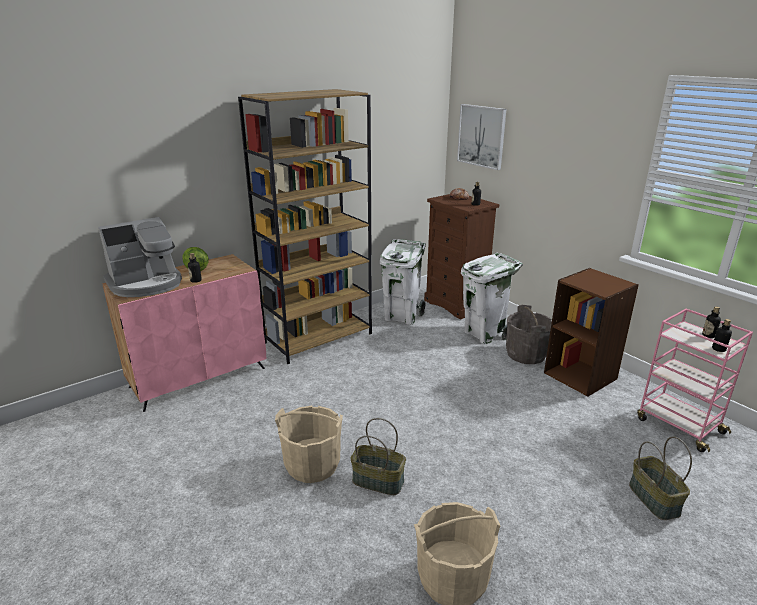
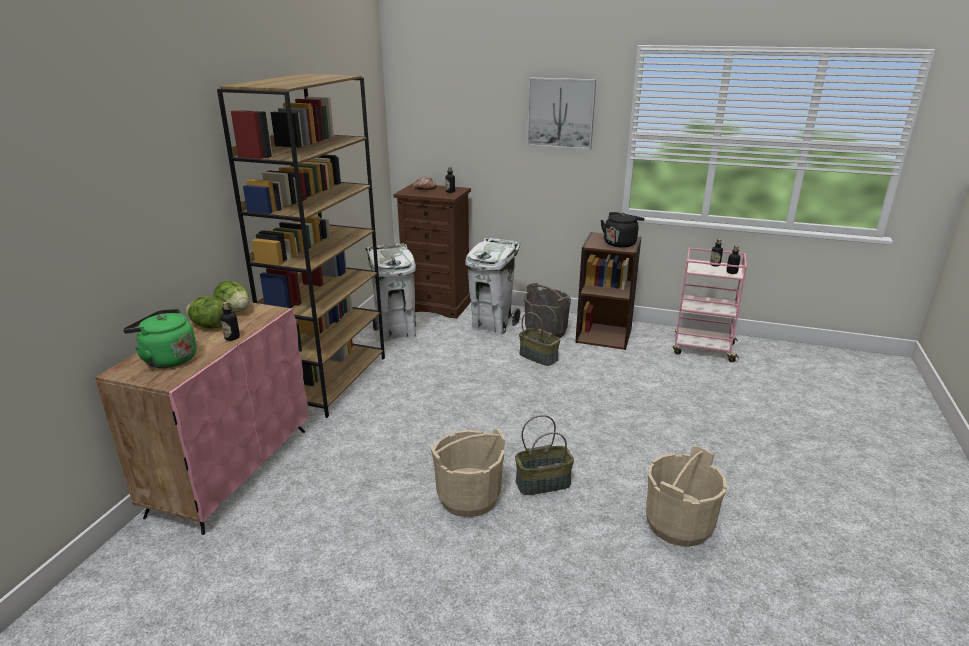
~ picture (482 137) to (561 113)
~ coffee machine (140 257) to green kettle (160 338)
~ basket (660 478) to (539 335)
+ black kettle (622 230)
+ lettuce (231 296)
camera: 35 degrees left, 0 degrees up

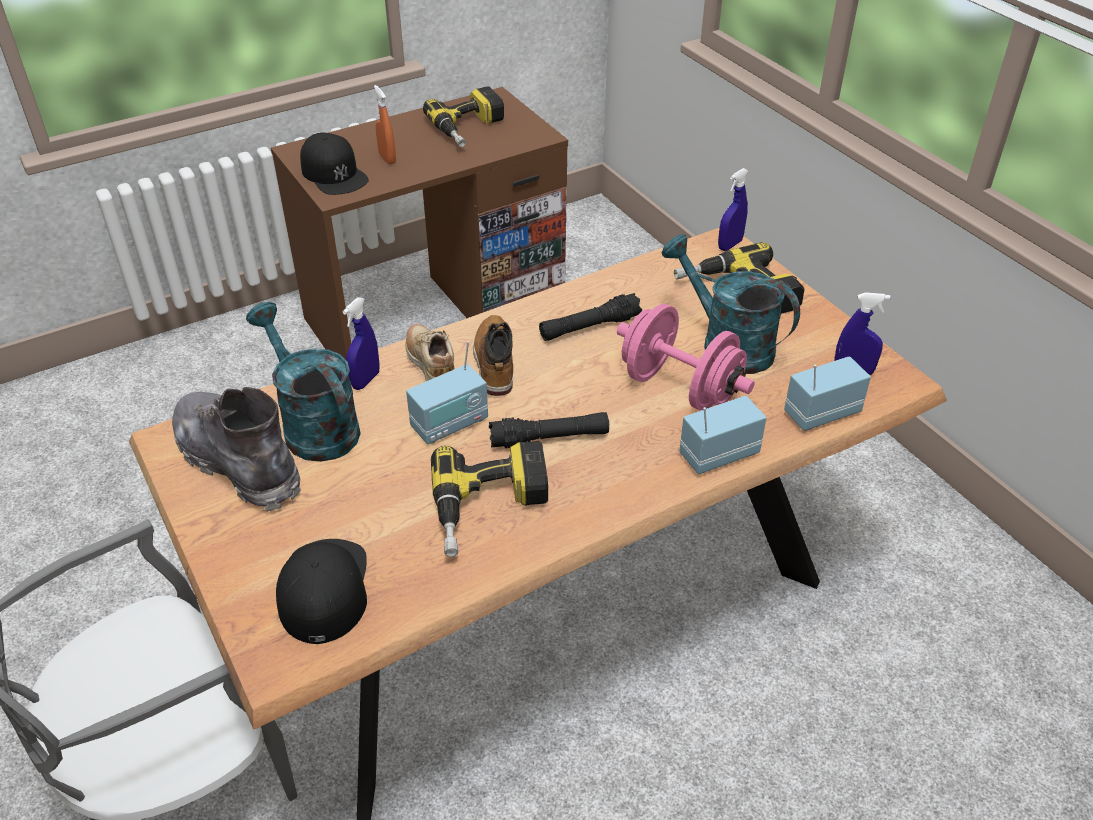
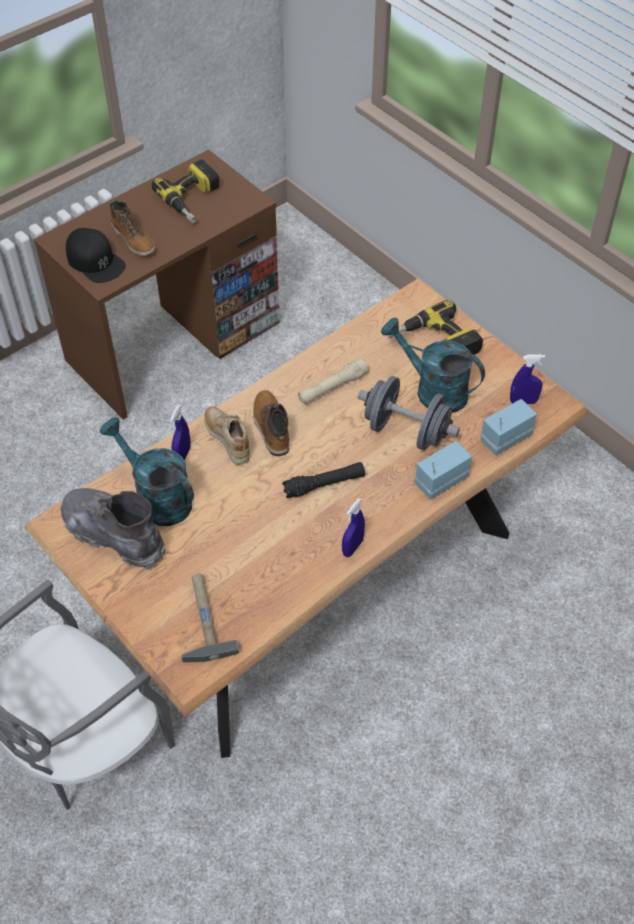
~ orange spray bottle (385 124) to boot (132 228)
~ blue spray bottle (733 209) to (353 527)
~ black flashlight (590 317) to beige flashlight (333 381)
~ pink dumbbell (686 357) to grey dumbbell (409 413)
- radio (447 393)
- power drill (489 499)
~ black cap (321 591) to hammer (210 618)
camera: 10 degrees left, 10 degrees up

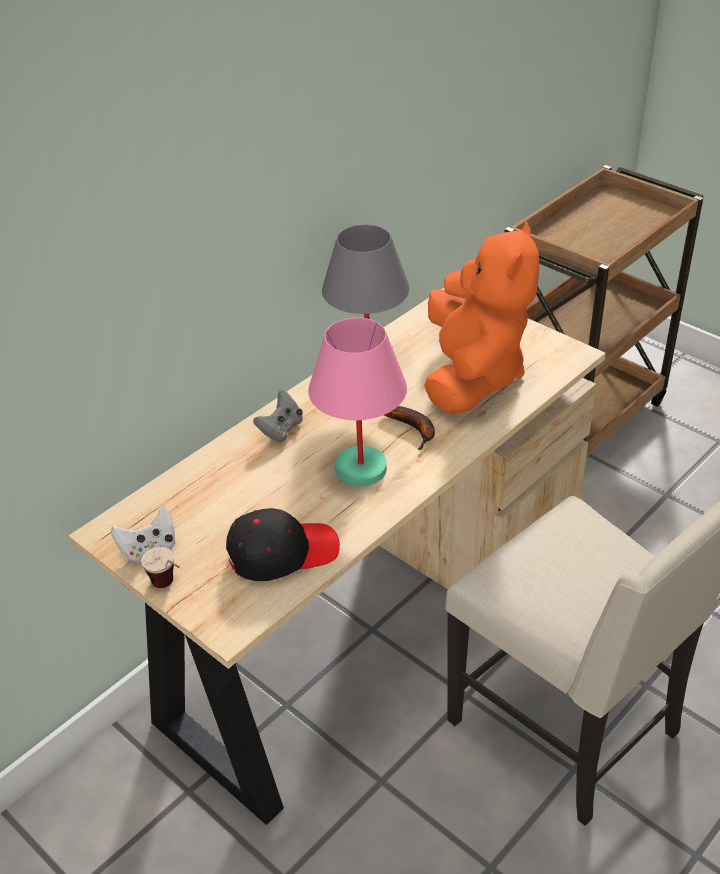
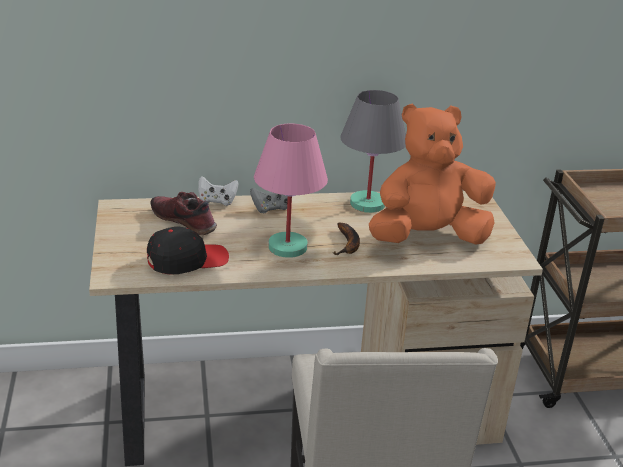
~ orange plush toy (481 318) = (432 174) 150 degrees counterclockwise
~ white game controller (143 534) to (218 191)
~ black cap (283 544) = (188 250) 45 degrees counterclockwise
- cup (160 567)
+ shoe (183 213)
camera: 35 degrees right, 10 degrees down

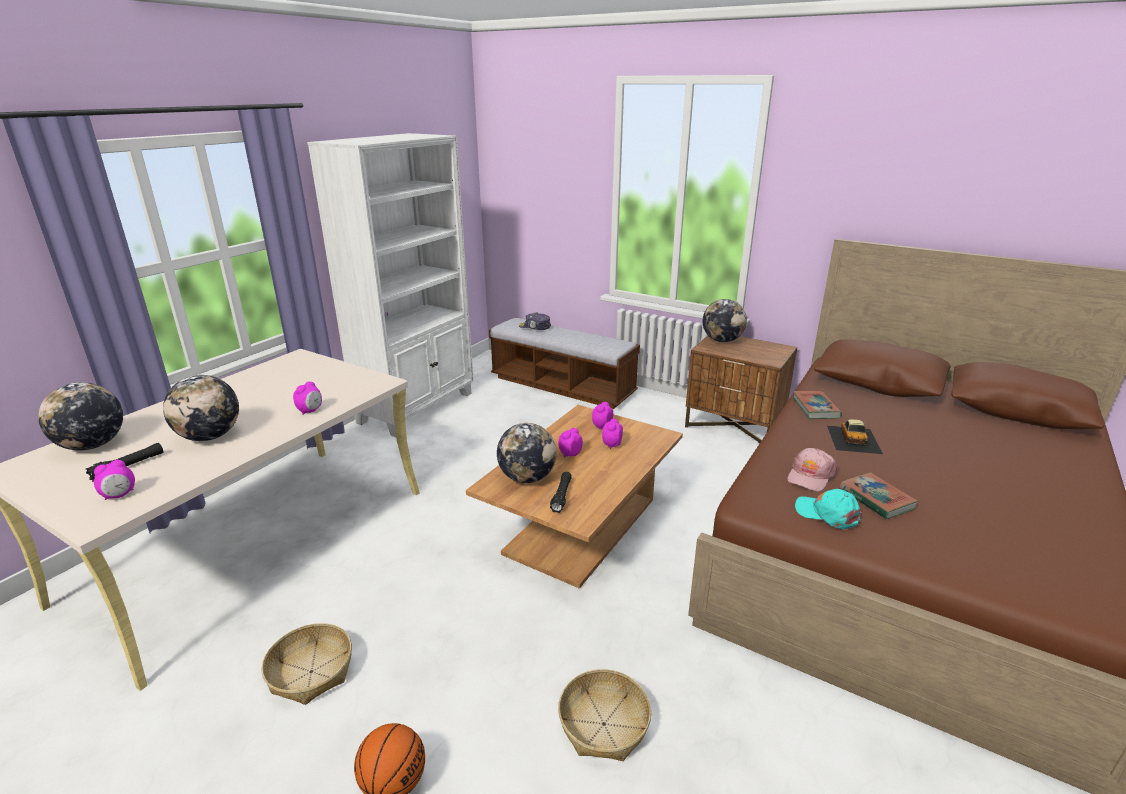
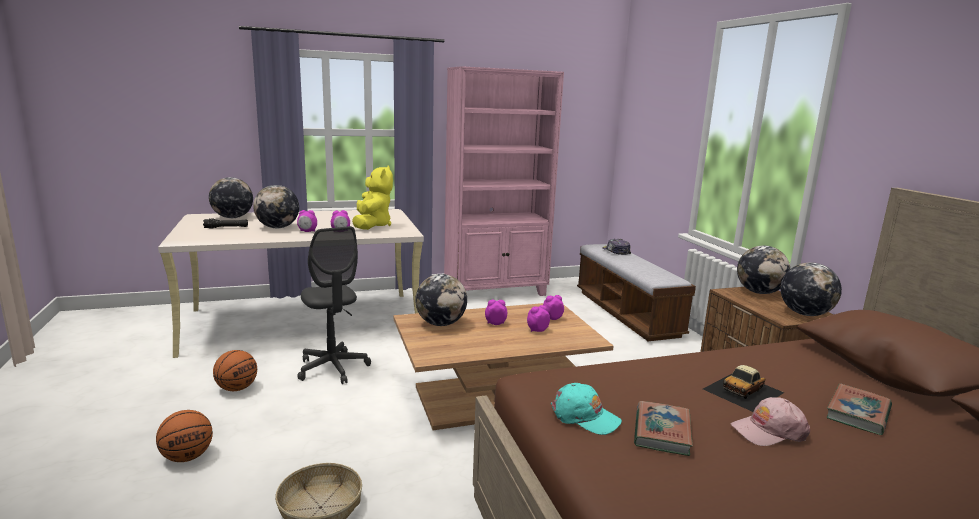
~ white bookcase (390 285) to pink bookcase (504 181)
~ book (817 405) to (859 409)
~ pink cap (812 469) to (770 421)
~ alarm clock (114 480) to (307 221)
- black flashlight (561 492)
~ turquoise cap (828 509) = (586 409) 135 degrees clockwise
~ basket (306 664) to basketball (235 370)
+ yellow plush toy (372 197)
+ grey office chair (334 305)
+ globe (811 289)
camera: 40 degrees right, 10 degrees down

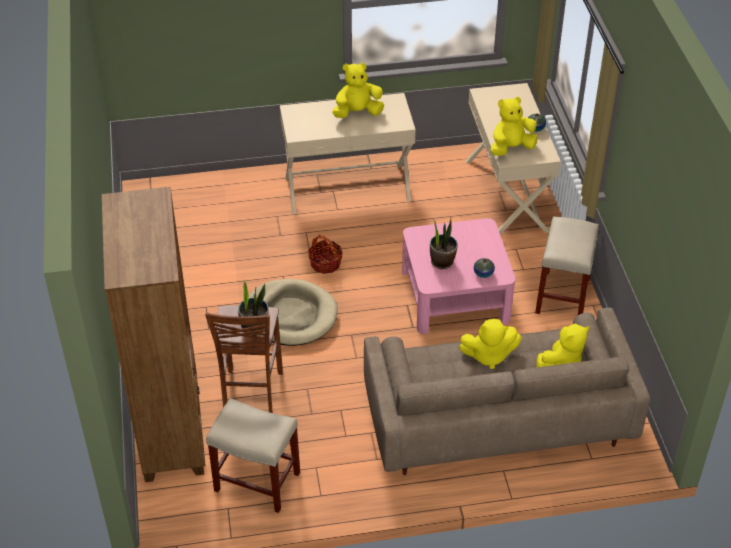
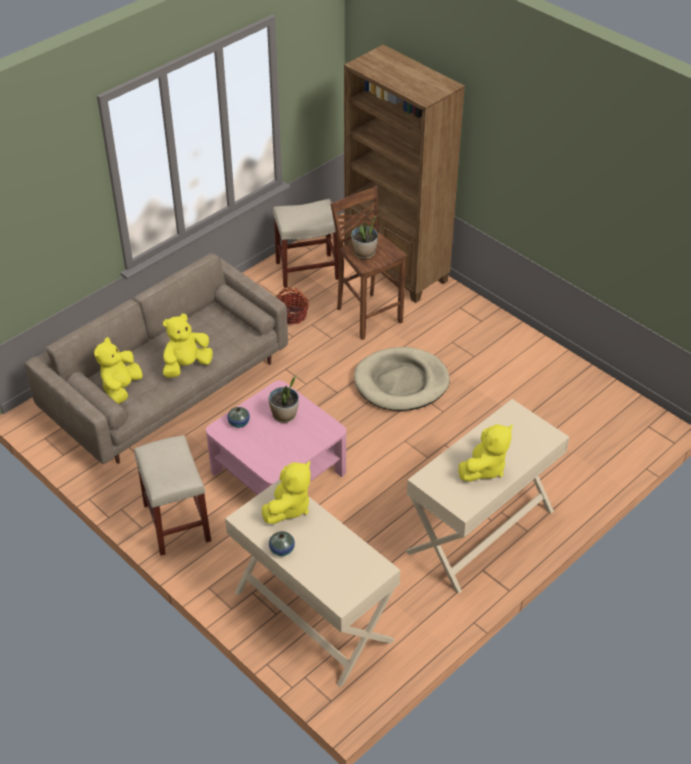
~ basket (325 254) to (292 306)
camera: 145 degrees right, 0 degrees up

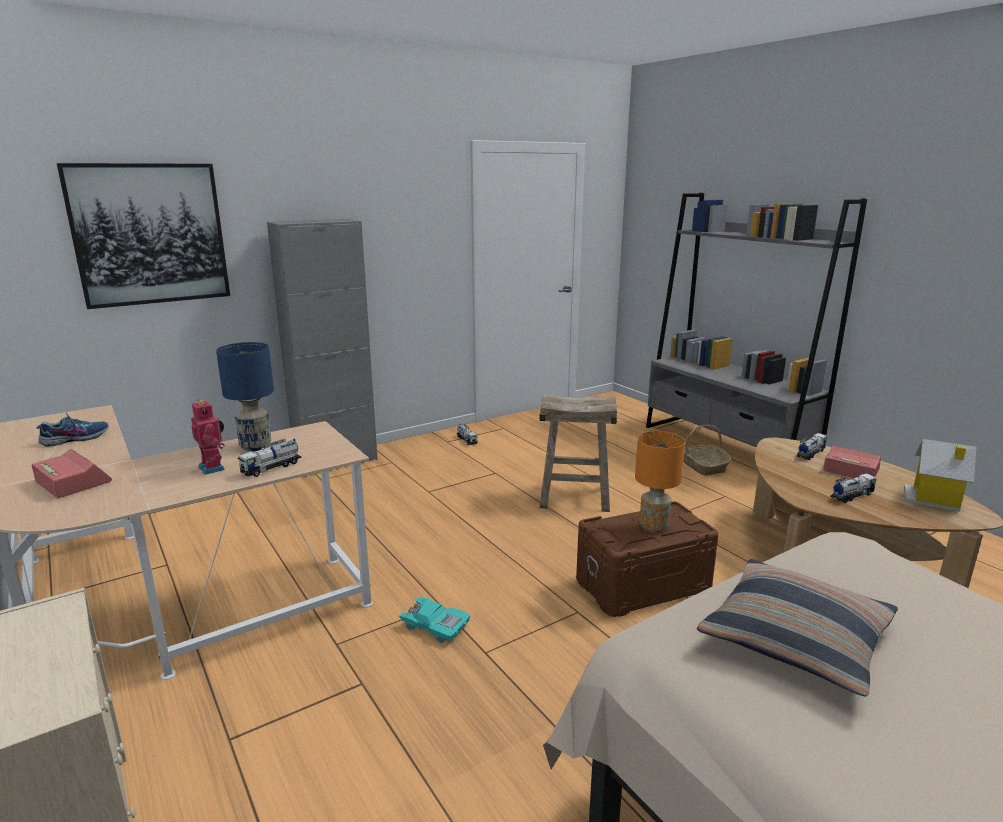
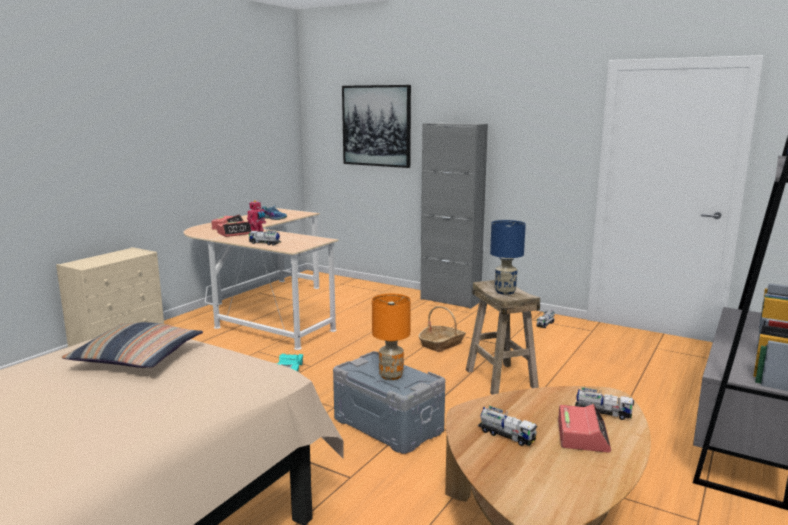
~ blue table lamp (245 396) to (508 257)
~ basket (707 450) to (442 329)
- toy house (940 475)
~ brown storage box (647 559) to grey storage box (389 402)
+ alarm clock (234 229)
camera: 65 degrees right, 5 degrees down

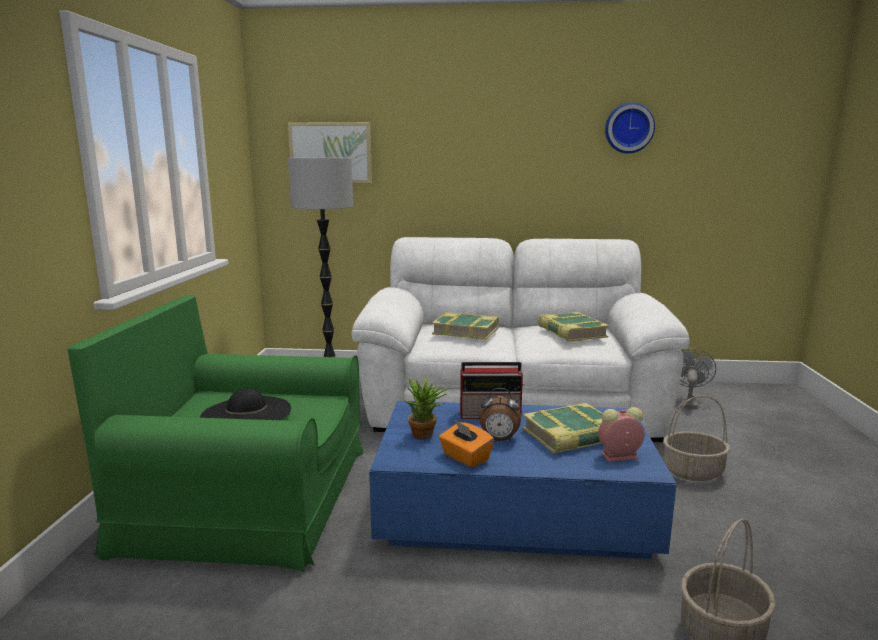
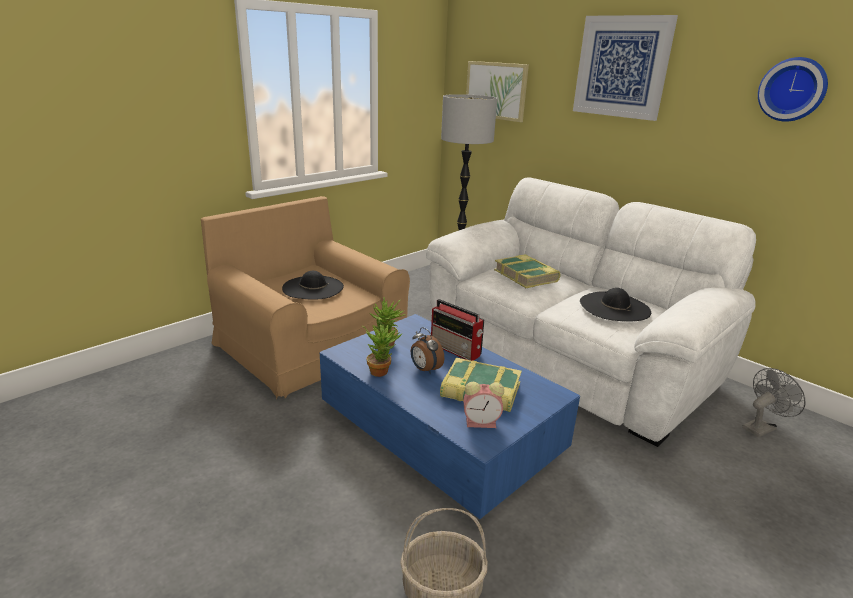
~ green armchair (215 433) to brown armchair (305 297)
~ book (573 327) to black hat (615 304)
- basket (696 438)
~ alarm clock (621 434) = (483 405) 150 degrees clockwise
~ orange tissue box (466 444) to potted plant (382 350)
+ picture (625 68)
camera: 40 degrees right, 10 degrees up

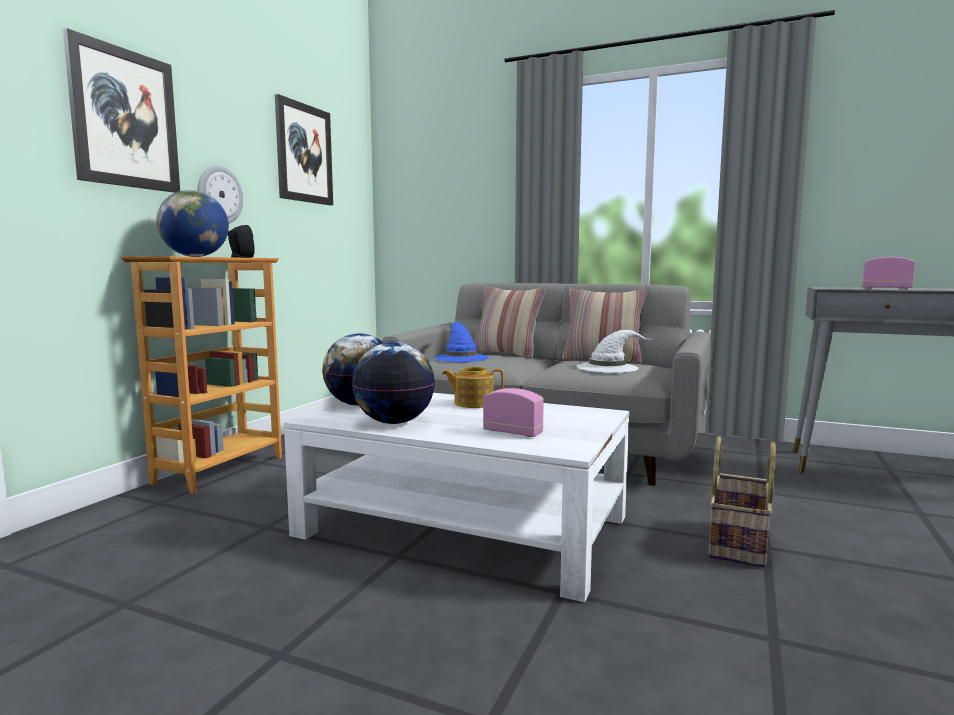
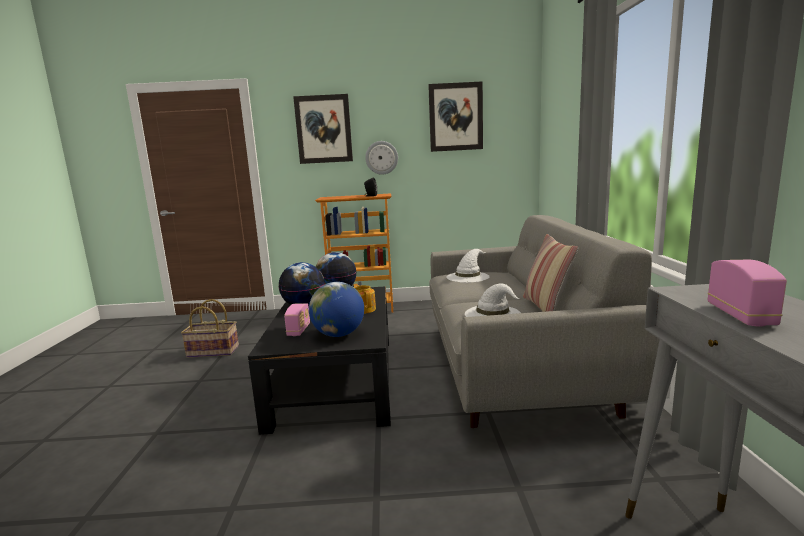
~ globe (192 223) to (336 309)
- pillow (510 323)
~ blue hat (461 342) to white hat (468 266)
~ white coffee table (456 497) to black coffee table (319 360)
~ basket (742 502) to (210 328)
camera: 65 degrees right, 5 degrees up

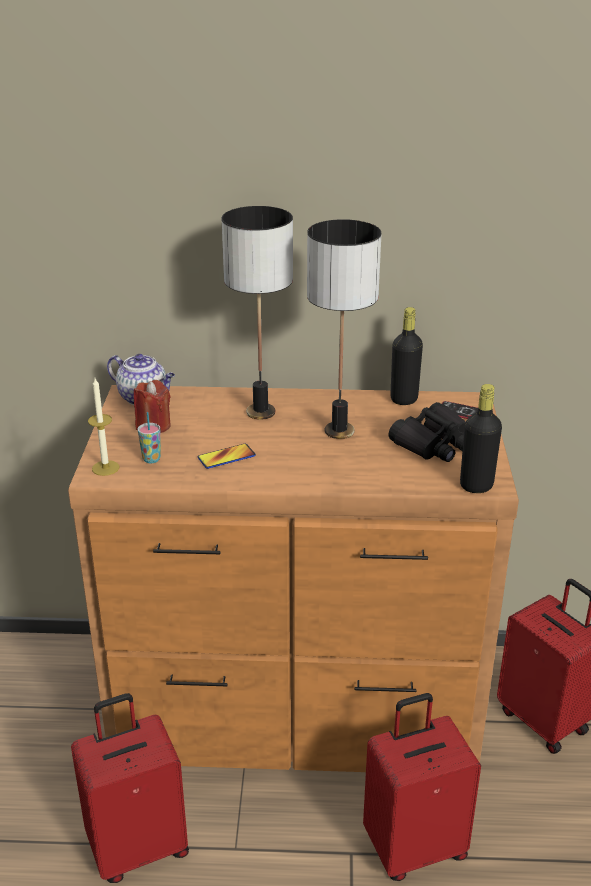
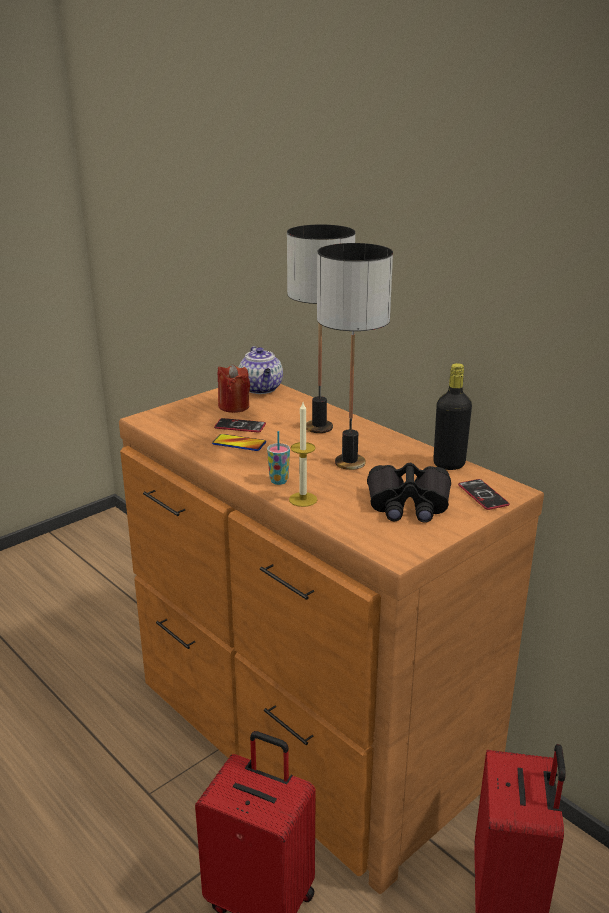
~ candle (103 427) to (303 454)
- black bottle (481 438)
~ cup (149 437) to (278 458)
- red suitcase (130 788)
+ phone (240 425)
camera: 45 degrees right, 5 degrees down

